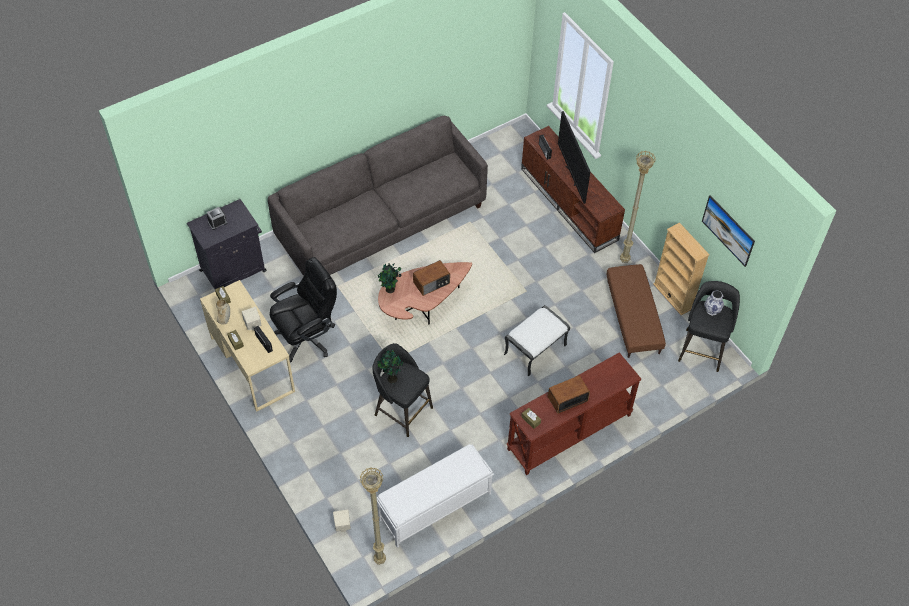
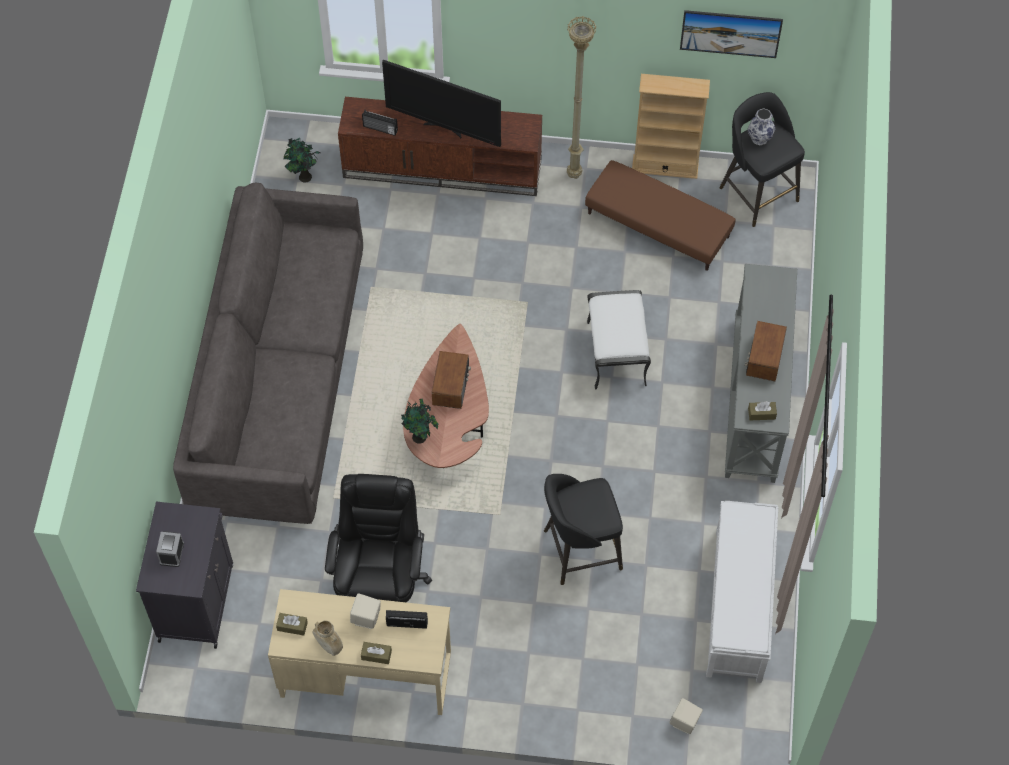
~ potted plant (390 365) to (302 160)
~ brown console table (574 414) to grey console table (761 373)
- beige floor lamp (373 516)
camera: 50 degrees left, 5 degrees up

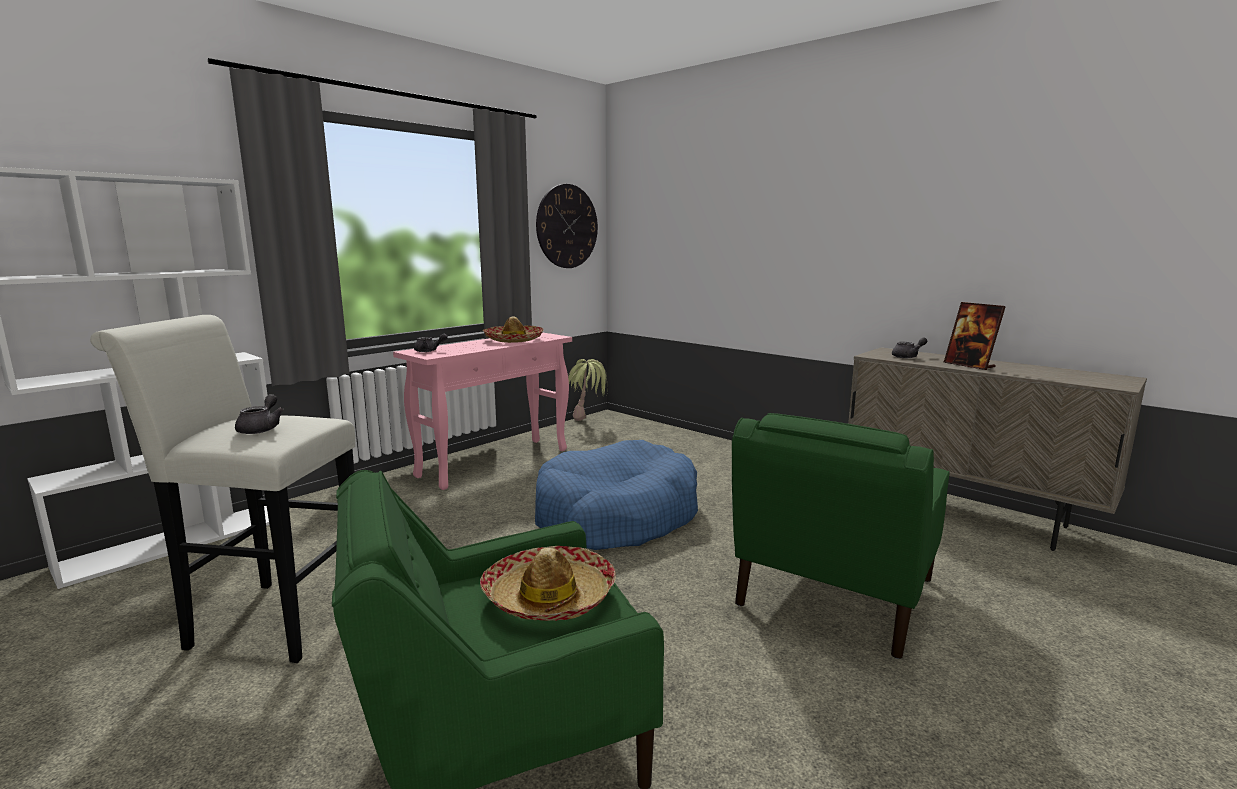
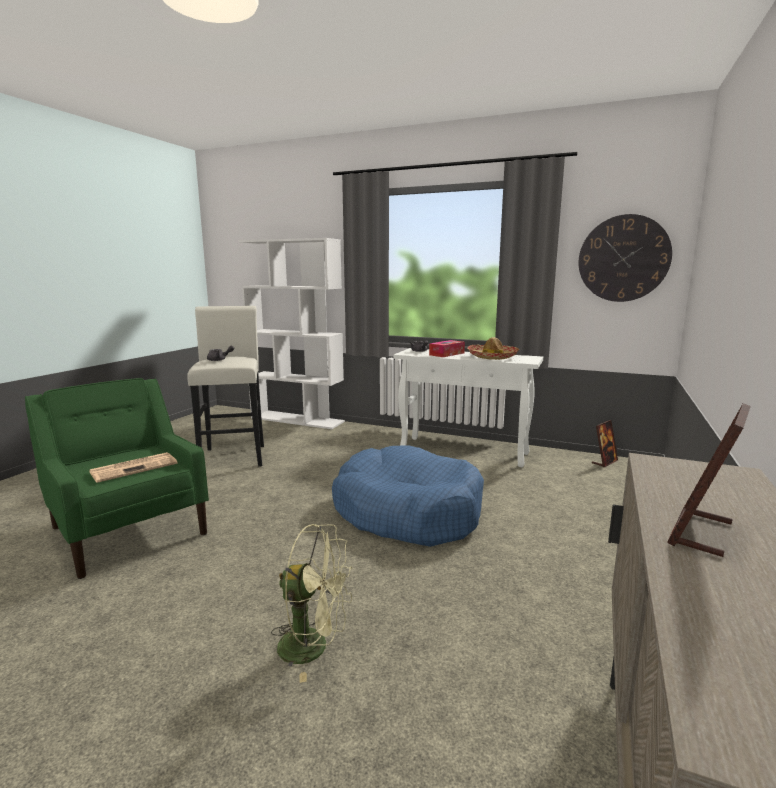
~ pink console table (482 411) to white console table (468 407)
- grey teapot (909 347)
~ potted plant (588 390) to picture frame (605 443)
~ green armchair (840 536) to green fan (312 603)
~ hat (548 583) to newspaper (133 467)
+ tissue box (447 348)
camera: 70 degrees right, 0 degrees up

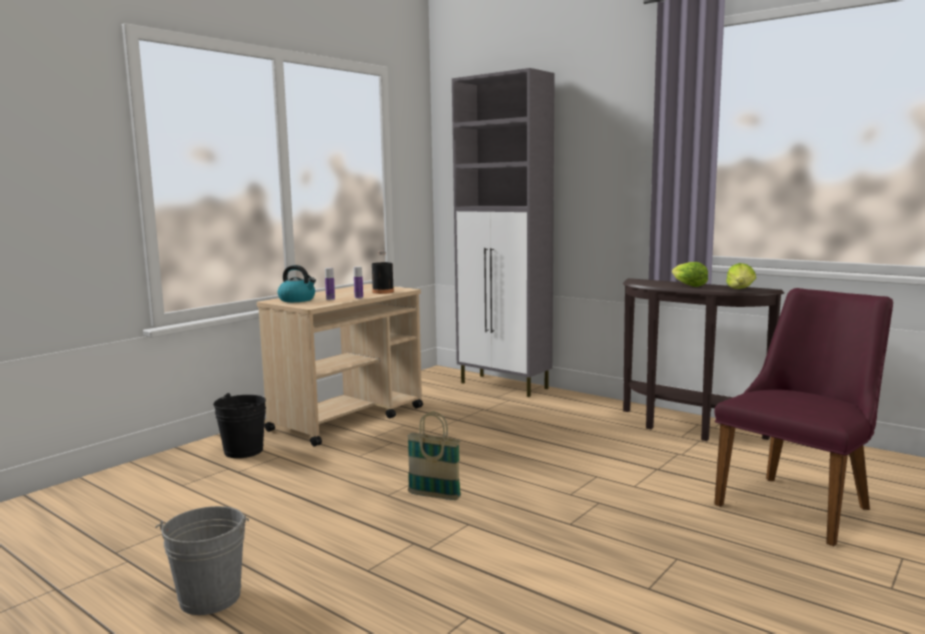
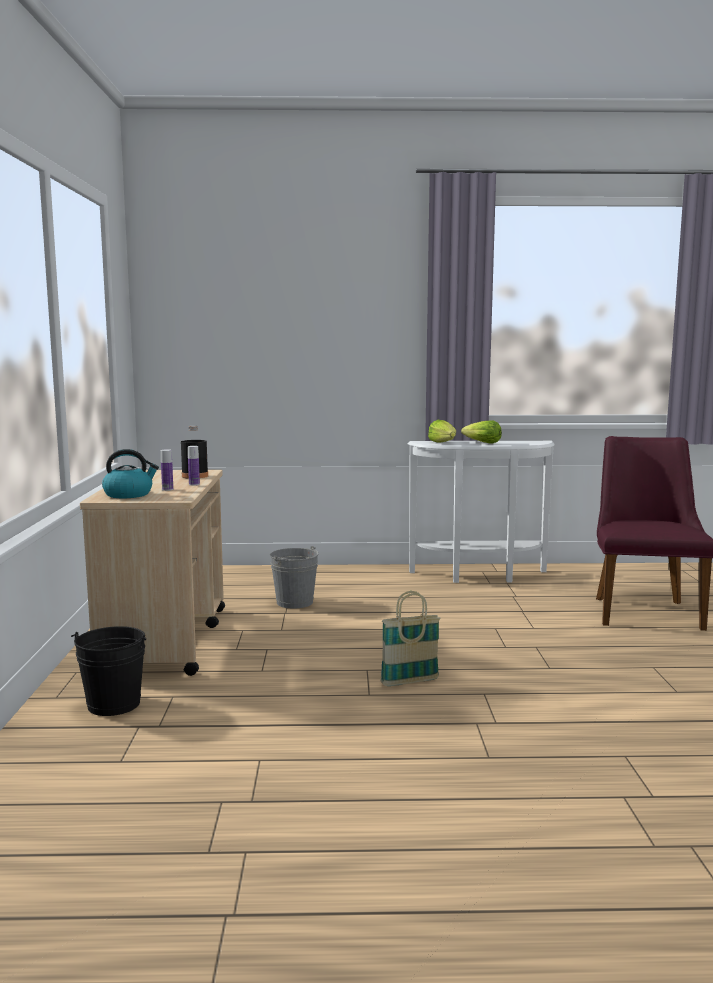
- grey cabinet (503 232)
~ lettuce (741 276) to (442 431)
~ brown console table (703 359) to white console table (481 512)
~ grey bucket (202 560) to (294 577)
camera: 40 degrees left, 0 degrees up

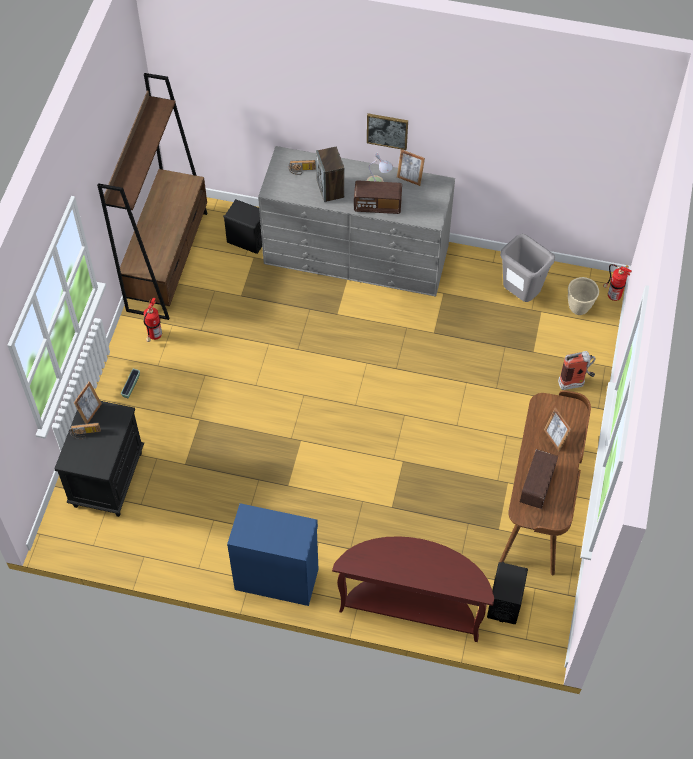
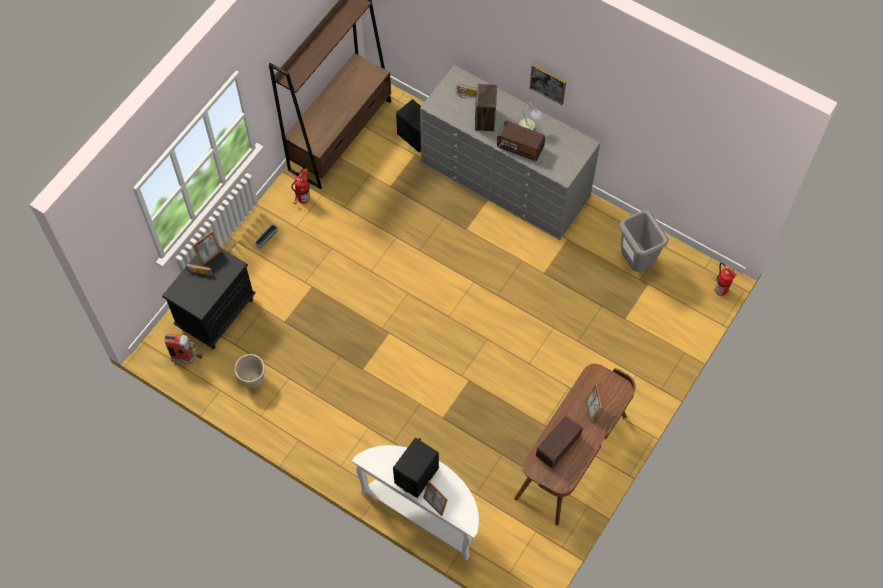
~ picture frame (411 167) to (435 498)
~ beige planter (583 296) to (250 371)
~ fire extinguisher (577 370) to (184 349)
- blue cabinet (272 554)
~ brown console table (413 589) to white console table (415 503)
~ black speaker (507 593) to (416 468)
camera: 20 degrees right, 5 degrees up

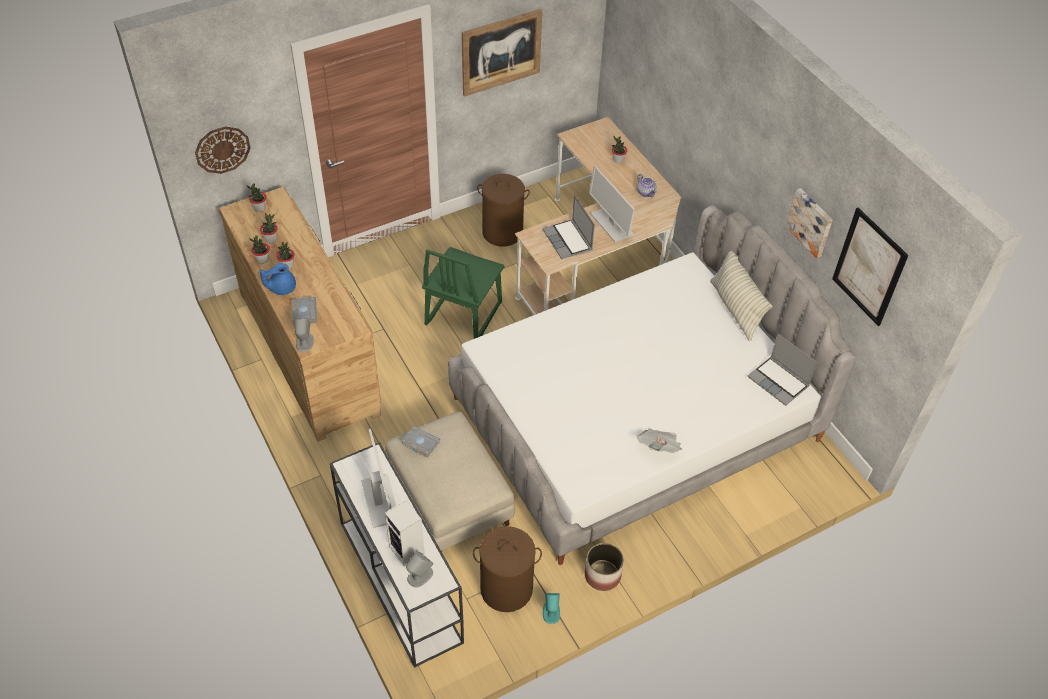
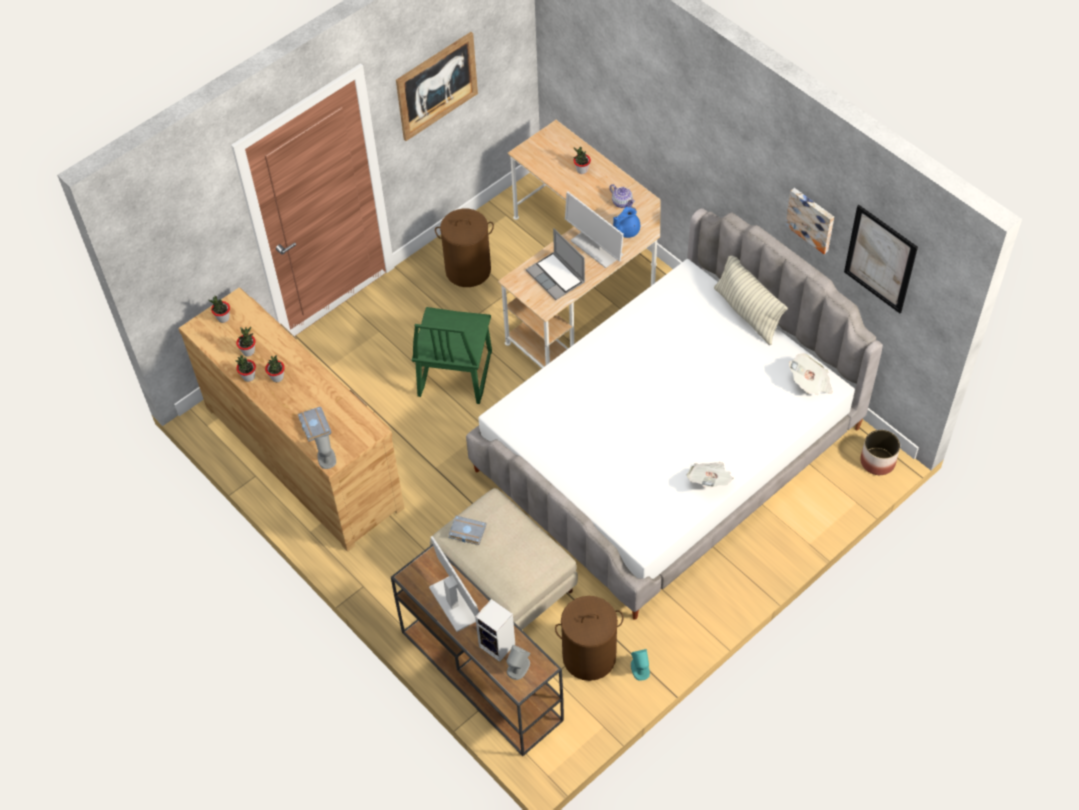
- wall clock (223 150)
~ blue teapot (277 279) to (626 222)
~ laptop (782 370) to newspaper (811 374)
~ white console table (397 555) to brown console table (477 650)
~ planter (604 567) to (880 452)
camera: 10 degrees left, 5 degrees up

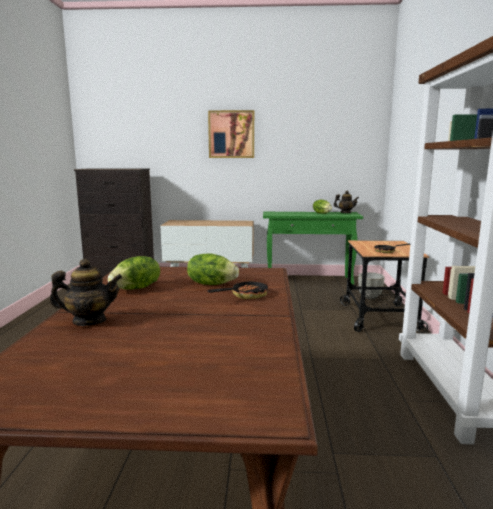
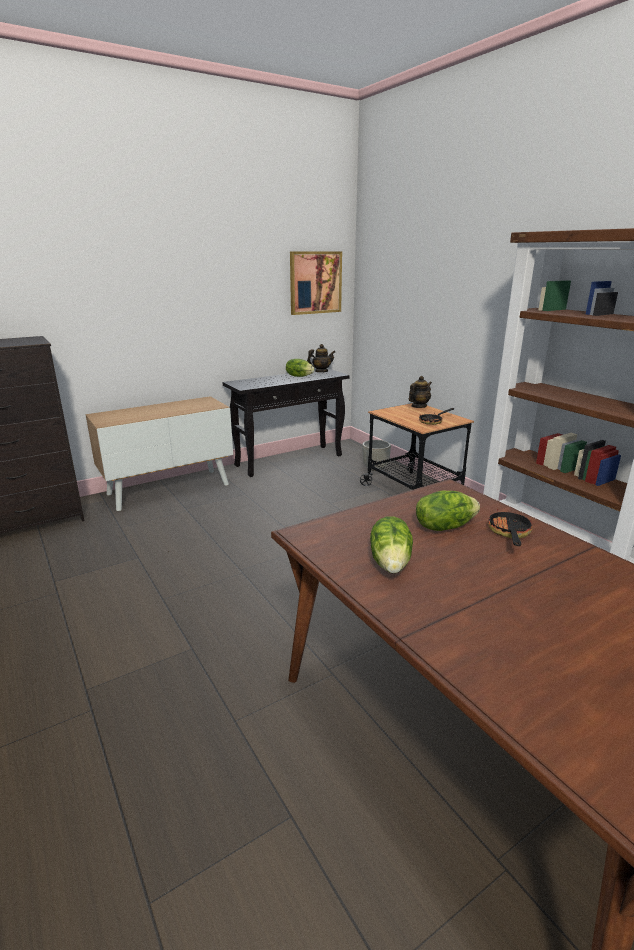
~ picture (231 134) to (316 283)
~ green console table (313 248) to black console table (285 422)
~ teapot (85 292) to (420 392)
camera: 35 degrees left, 10 degrees up

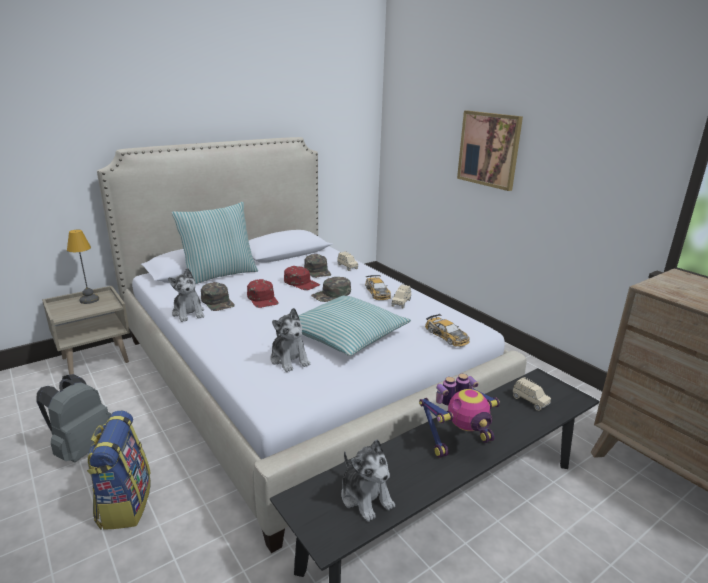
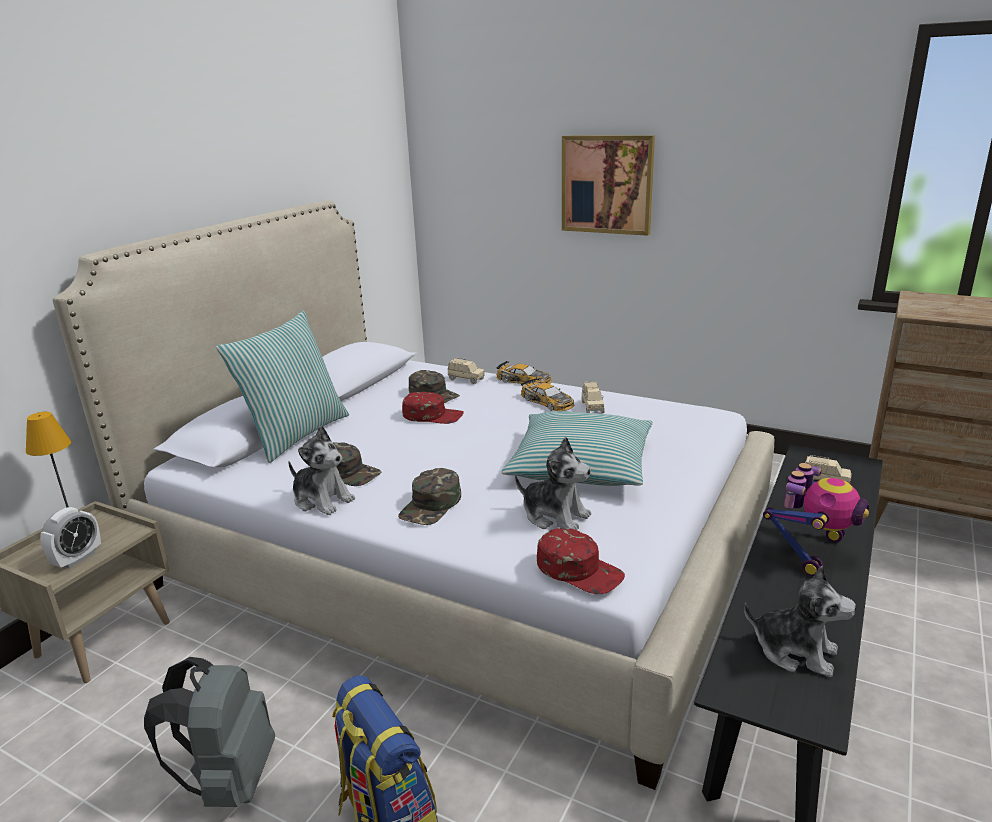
~ green cap (331 289) to (429 496)
~ red cap (262 293) to (581 561)
~ toy car (447 330) to (524 373)
+ alarm clock (70 538)
camera: 25 degrees left, 0 degrees up

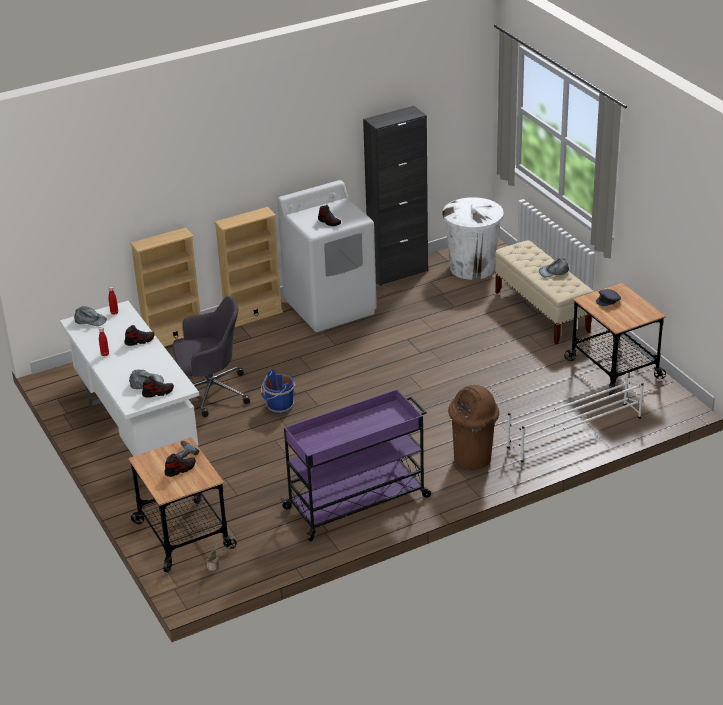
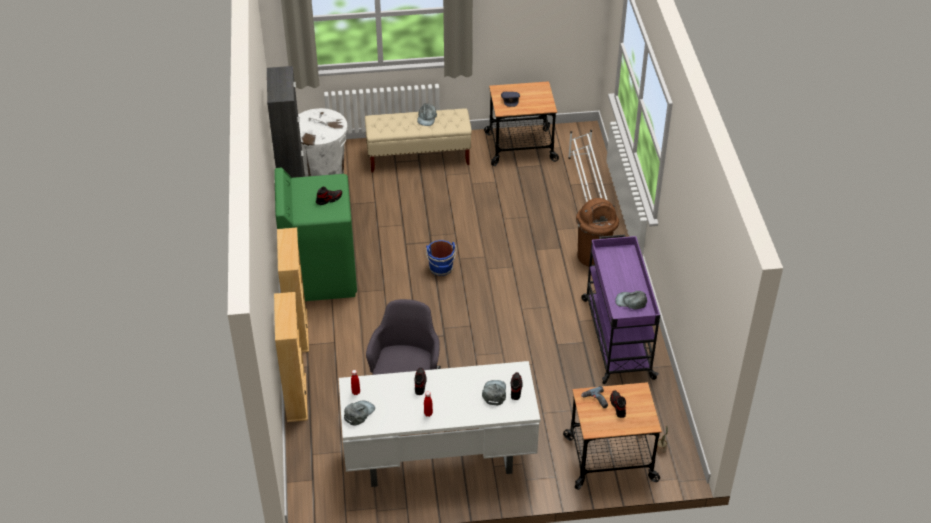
~ white washing machine (327 256) to green washing machine (315 234)
~ blue bucket (278 391) to (441 258)
+ grey cap (631 300)
camera: 70 degrees left, 10 degrees up

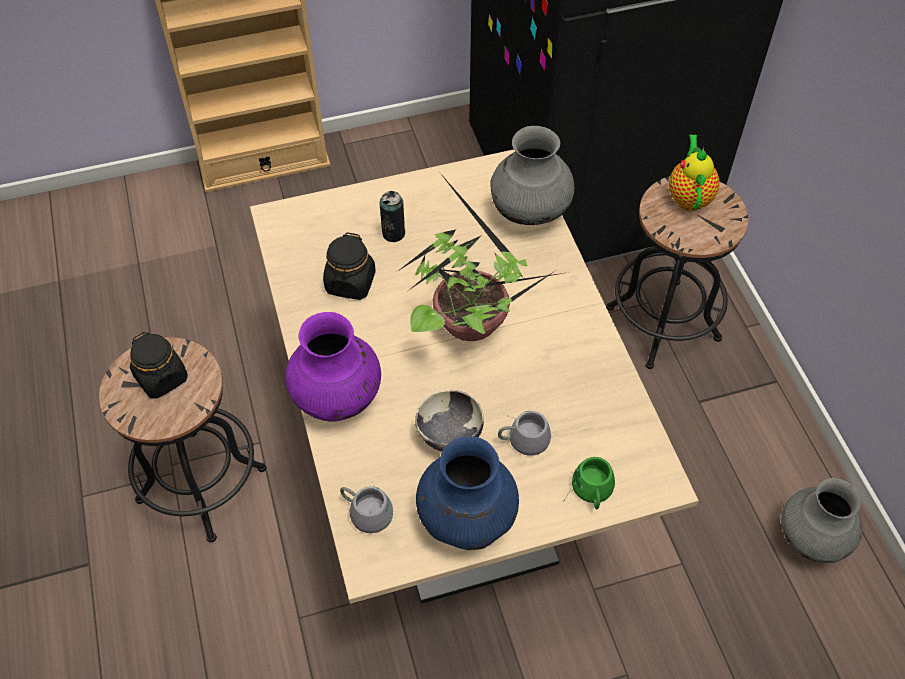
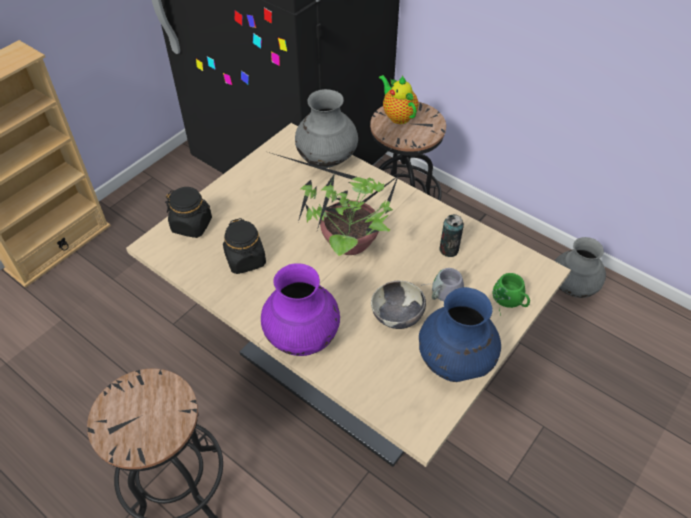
~ can (392 216) to (451 235)
~ black jar (159 365) to (188 212)
- grey mug (366 507)
camera: 35 degrees left, 5 degrees down

